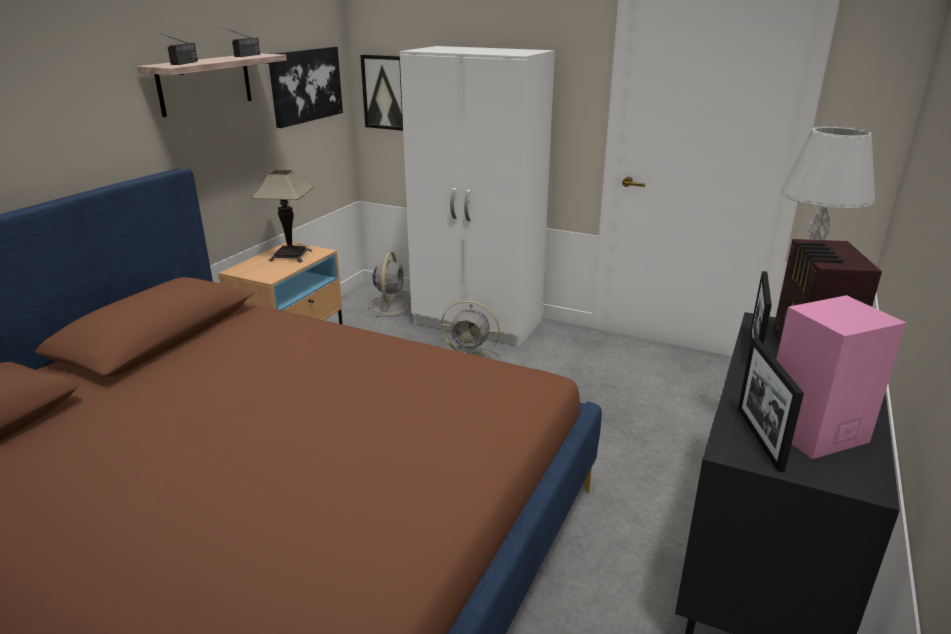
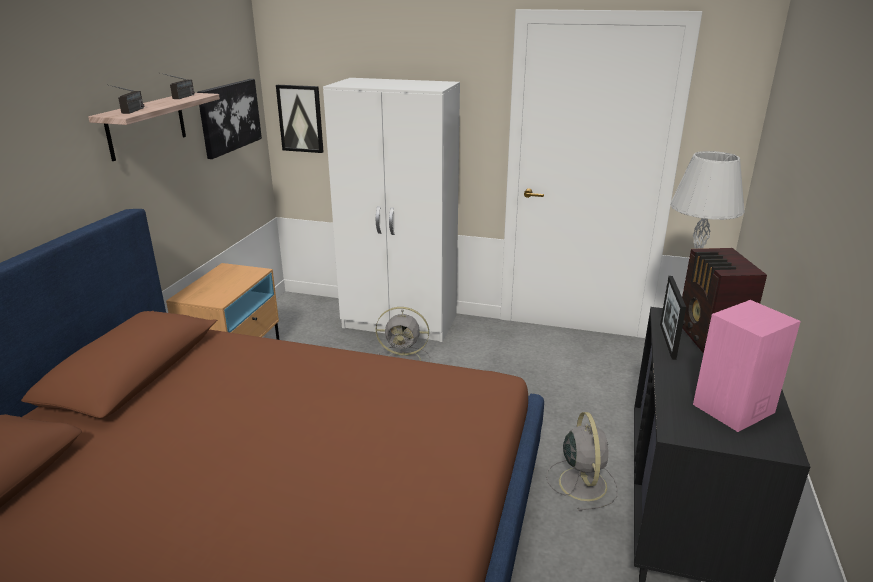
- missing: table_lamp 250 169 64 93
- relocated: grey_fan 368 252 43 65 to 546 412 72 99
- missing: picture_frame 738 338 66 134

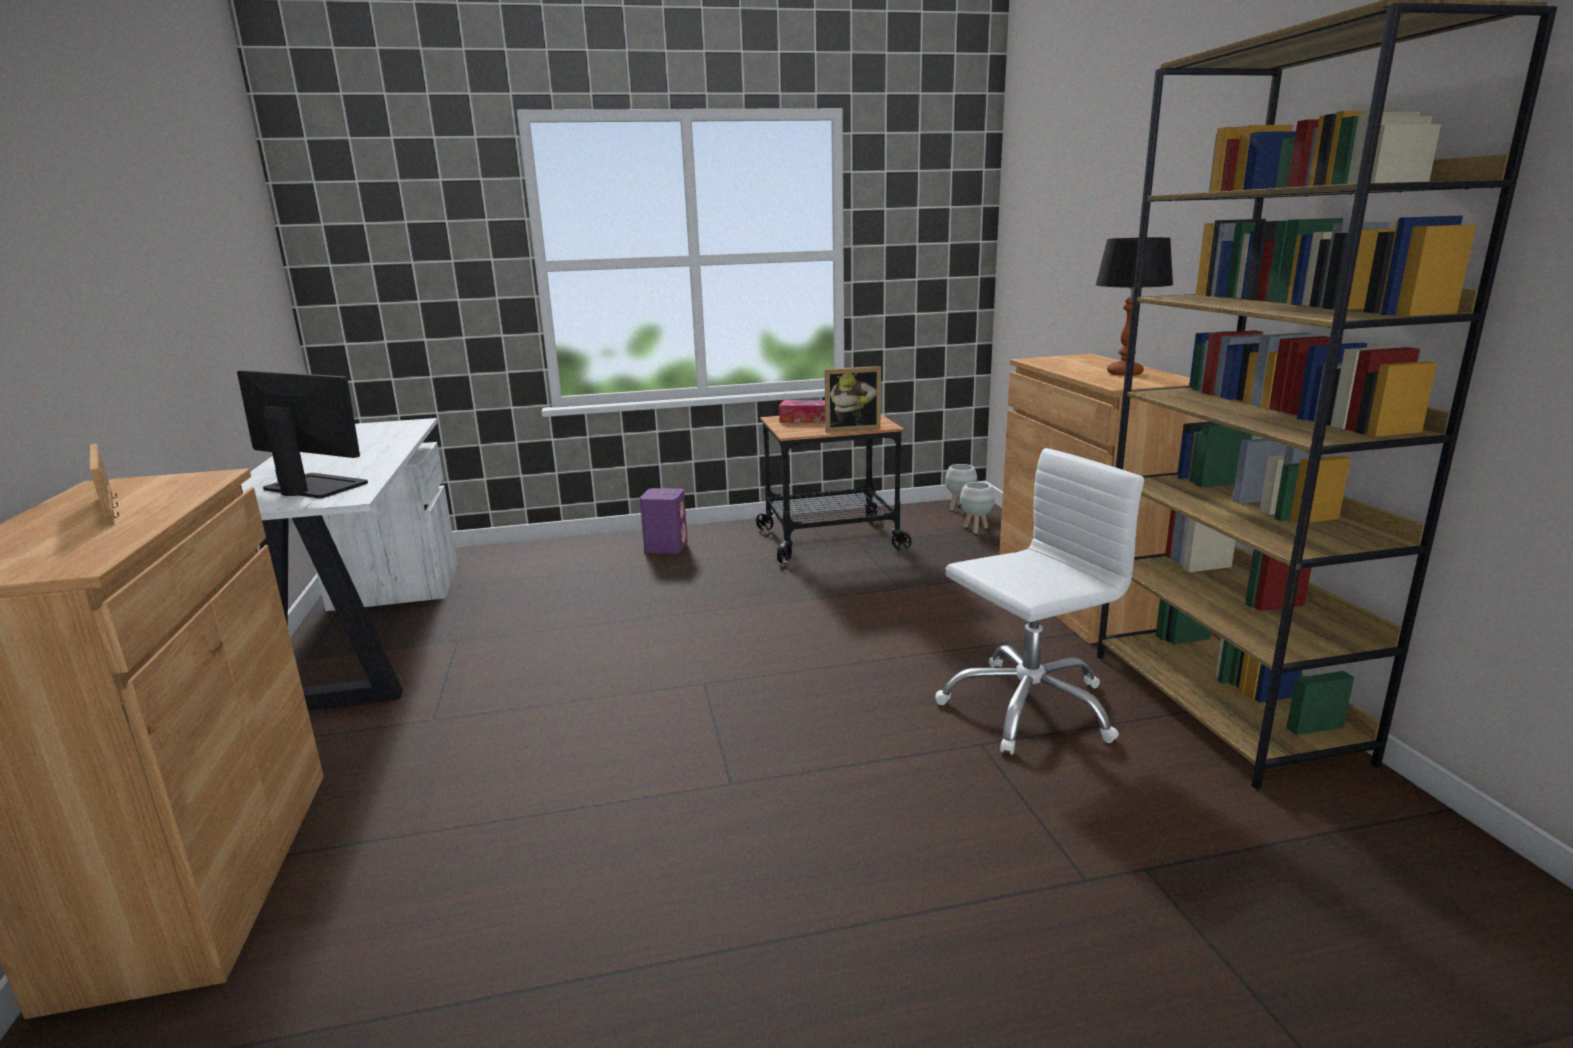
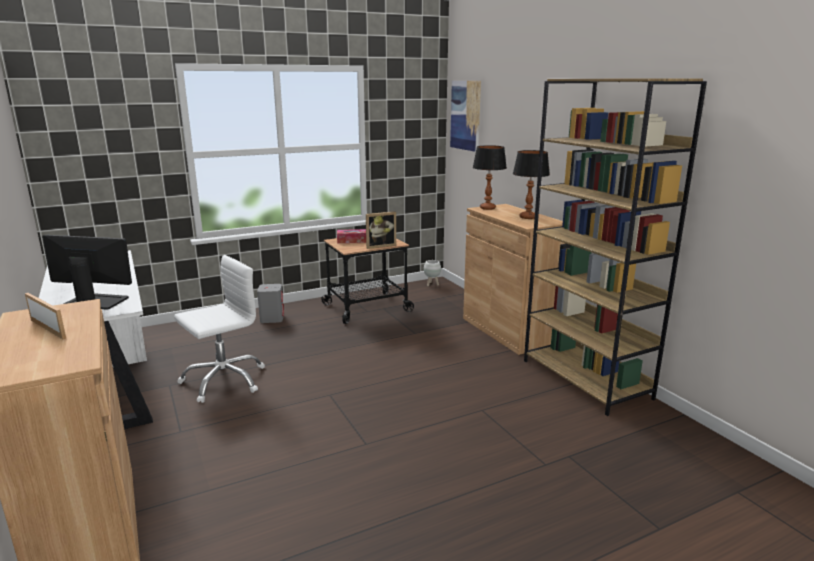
- colour: purple_speaker 640 488 48 66 to grey_speaker 257 284 27 39
- relocated: white_office_chair 936 448 208 307 to 174 255 91 148
- missing: white_planter 960 482 35 52
- appeared: picture 450 81 31 71
- appeared: table_lamp 473 145 34 65

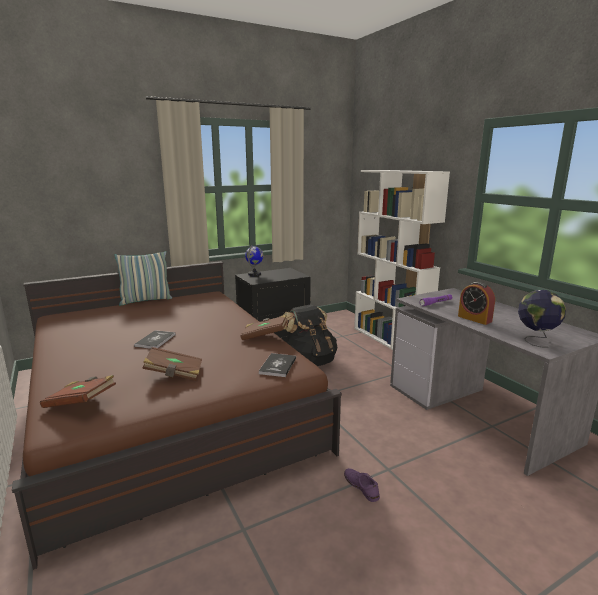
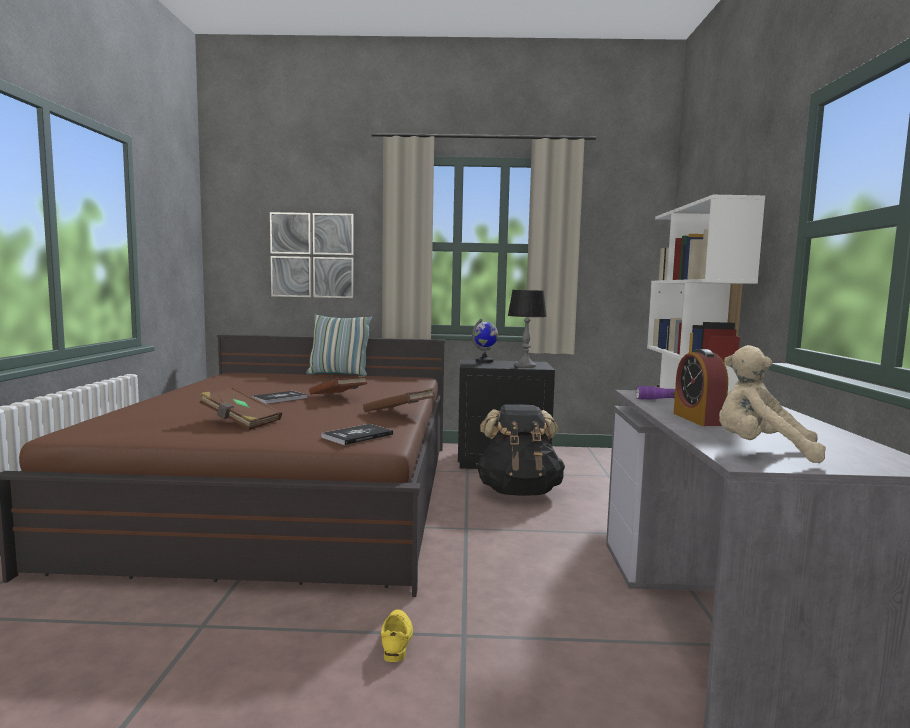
- relocated: brown_book 40 375 76 33 to 309 375 58 20
- colour: purple_shoe 344 468 36 34 to yellow_shoe 381 609 32 53
- exchanged: globe 518 290 48 58 to beige_plush_toy 719 345 107 118
- appeared: picture 270 212 84 86
- appeared: table_lamp 508 290 39 78

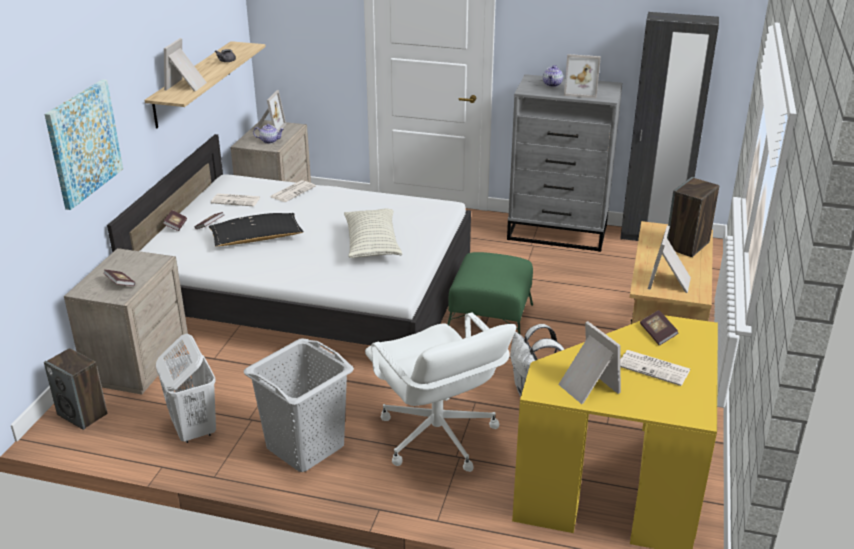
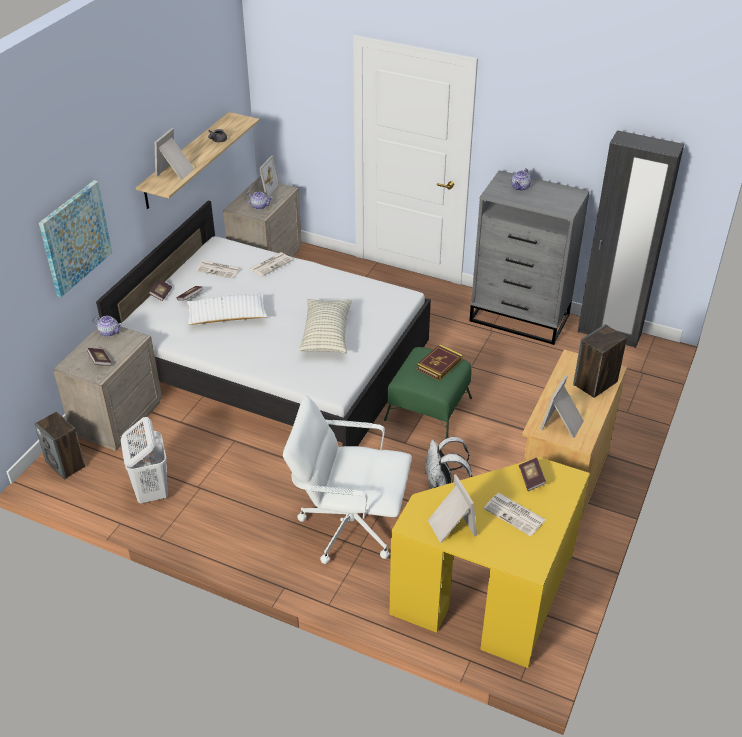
- colour: black_pillow 209 213 95 33 to white_pillow 187 294 80 31
- missing: grey_laundry_basket 244 338 110 134
- spun: white_office_chair 365 312 151 160 = 283 396 129 168 120 degrees clockwise
- missing: picture_frame 564 54 37 44
- appeared: teapot 92 316 30 21
- appeared: book 417 344 46 37

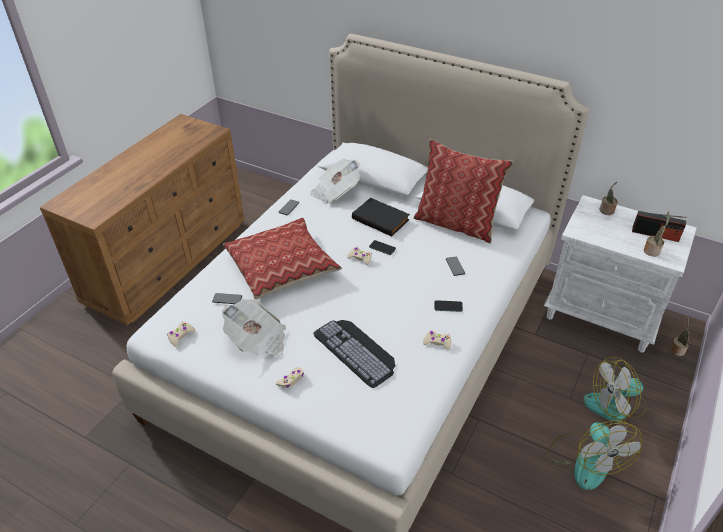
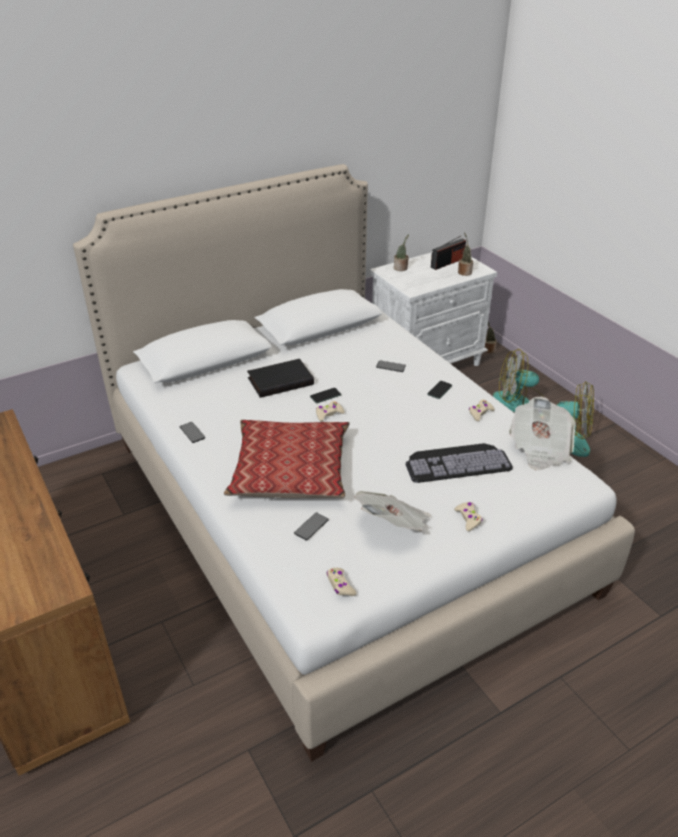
- relocated: newspaper 310 159 50 44 to 509 397 67 74
- missing: pillow 413 139 101 105
- spun: fan 583 357 64 65 = 493 349 51 63 75 degrees clockwise

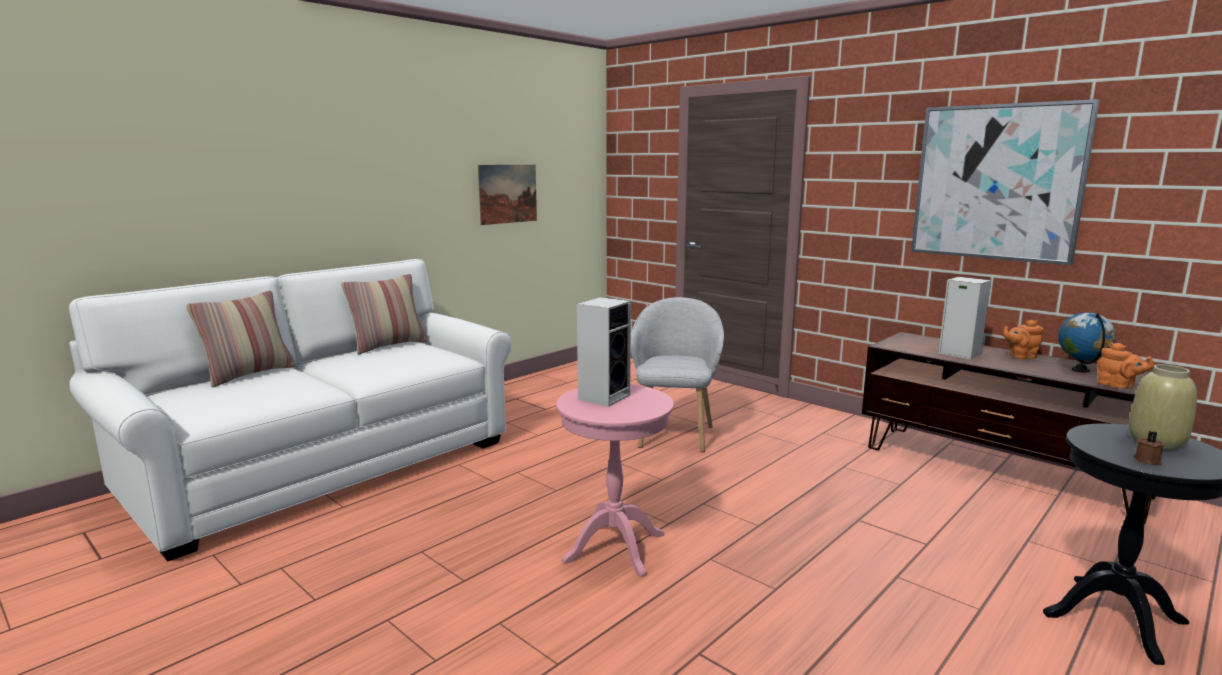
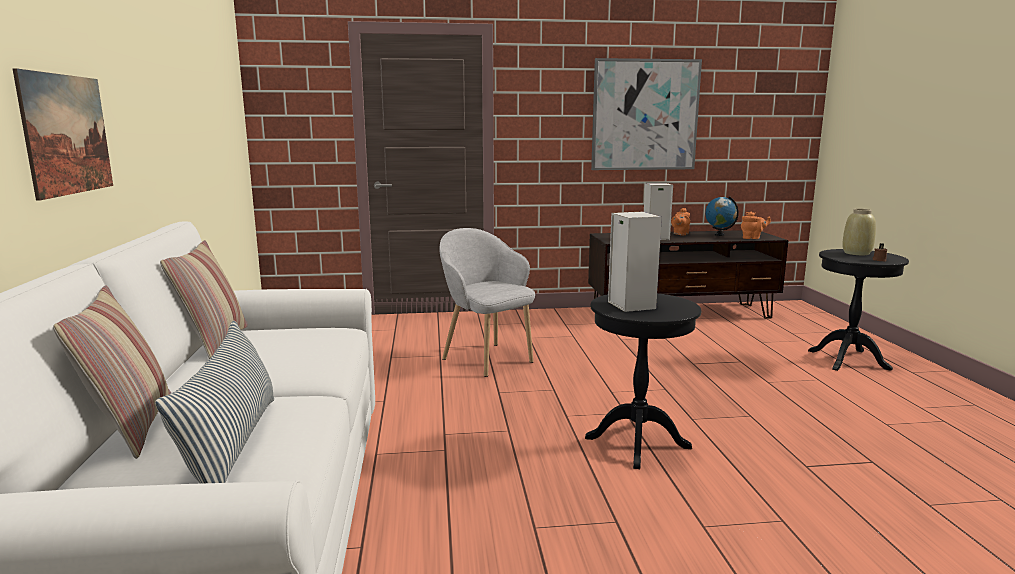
- relocated: picture 478 165 59 60 to 12 68 101 133
- colour: pink_side_table 556 384 118 193 to black_side_table 585 293 116 176
- appeared: pillow 155 321 119 163

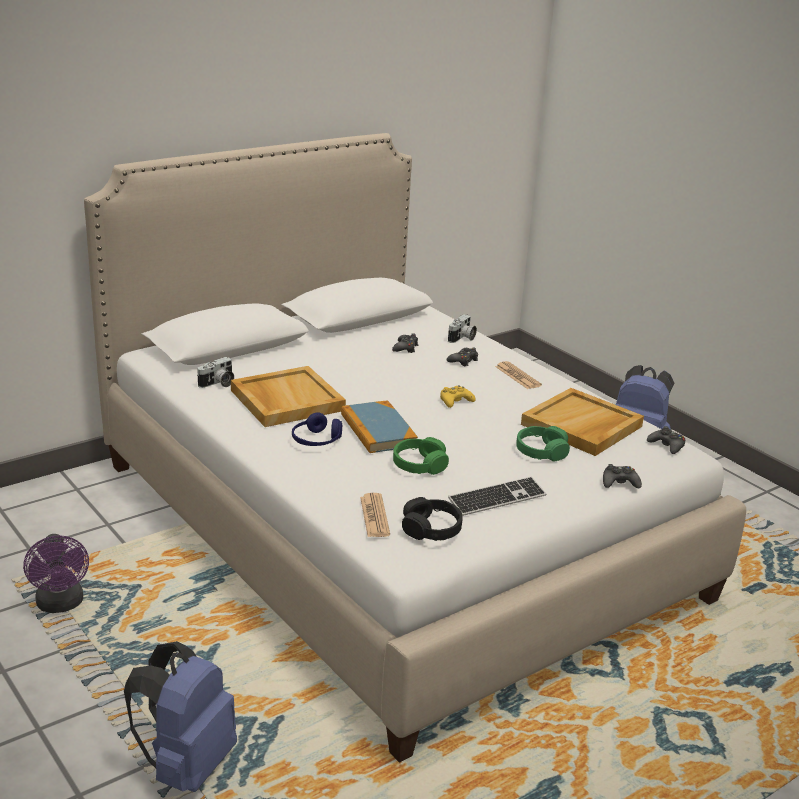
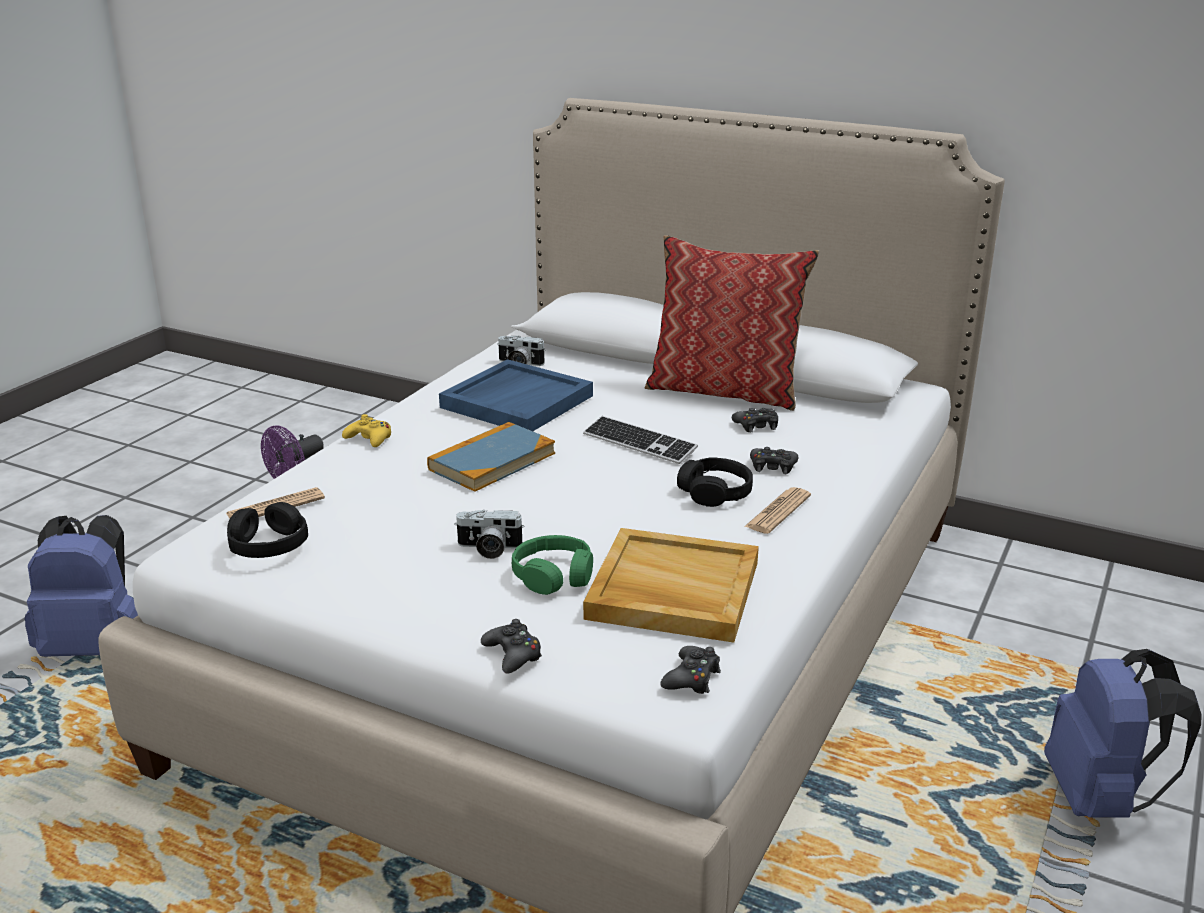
- colour: beige_tray 231 366 115 61 to blue_tray 439 359 154 72
- missing: blue_headphones 292 412 50 34
- missing: green_headphones 393 437 56 38
- relocated: yellow_game_controller 440 385 36 23 to 342 414 49 33
- relocated: photo_camera 448 314 29 29 to 454 510 70 49
- relocated: keyboard 448 477 98 39 to 583 416 115 48
- appeared: pillow 644 235 176 176
- appeared: black_headphones 677 457 76 50

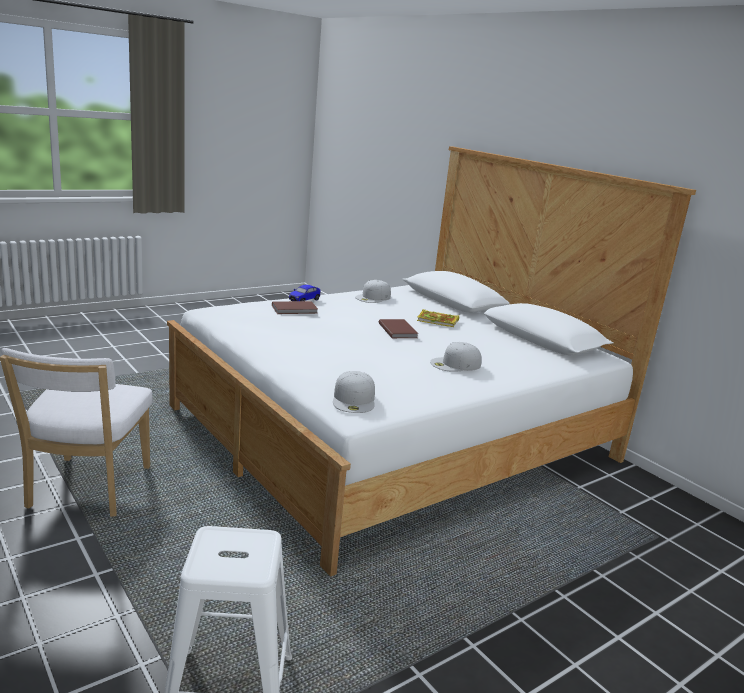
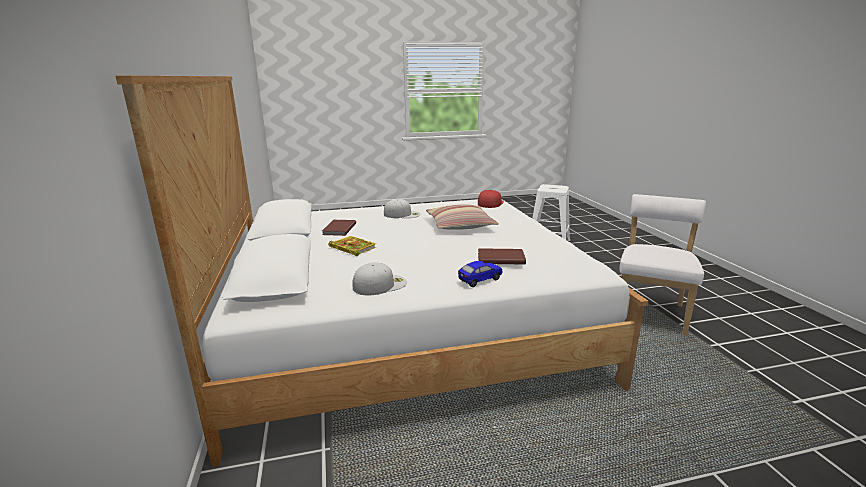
- colour: white_cap 333 371 42 42 to red_cap 478 190 26 18
- relocated: brown_book 379 319 39 19 to 322 220 34 16
- appeared: pillow 426 204 73 25

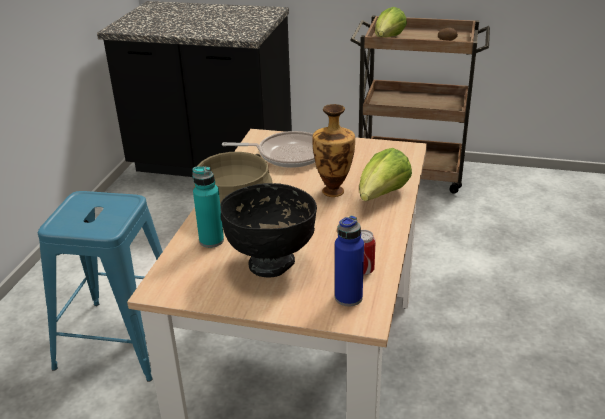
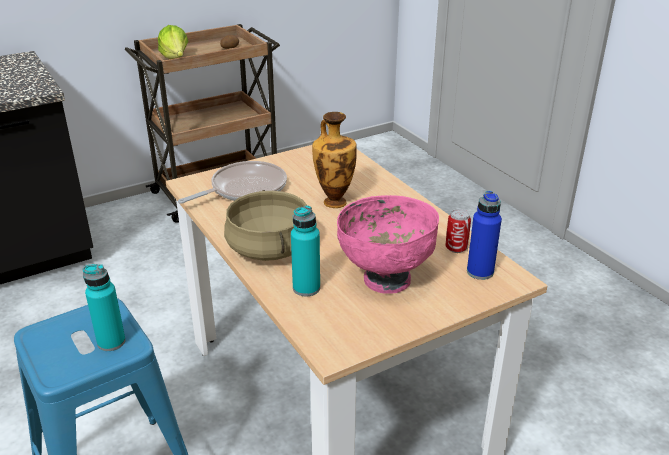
- colour: black_bowl 220 183 97 95 to pink_bowl 337 195 102 99
- missing: lettuce 359 148 53 53
- appeared: turquoise_bottle 83 264 43 87

